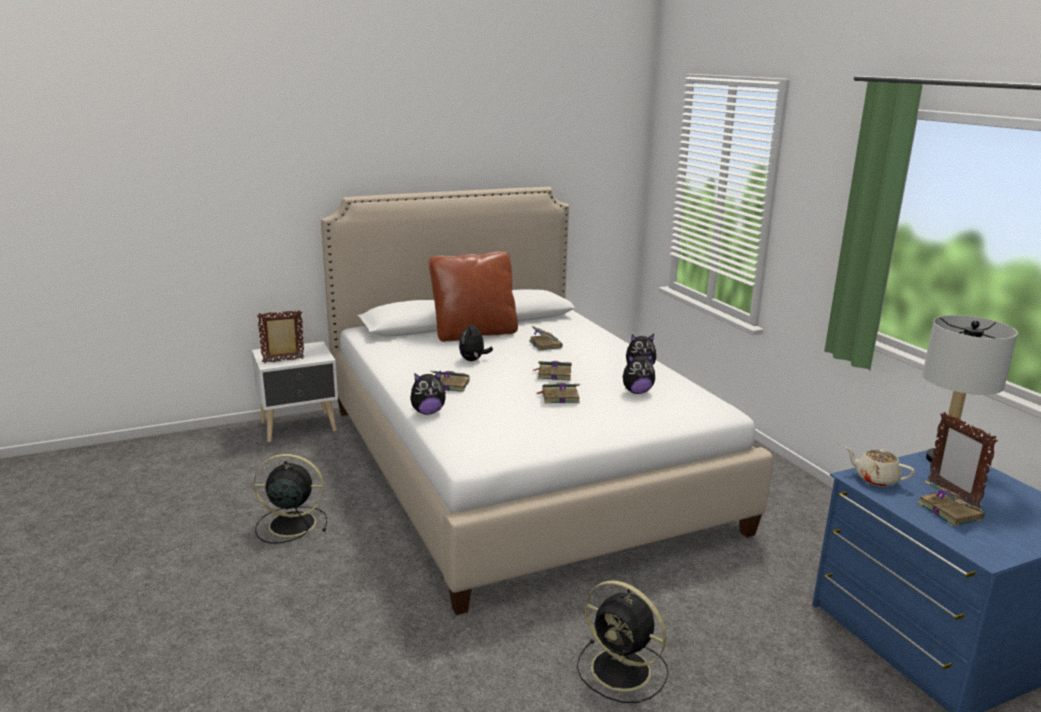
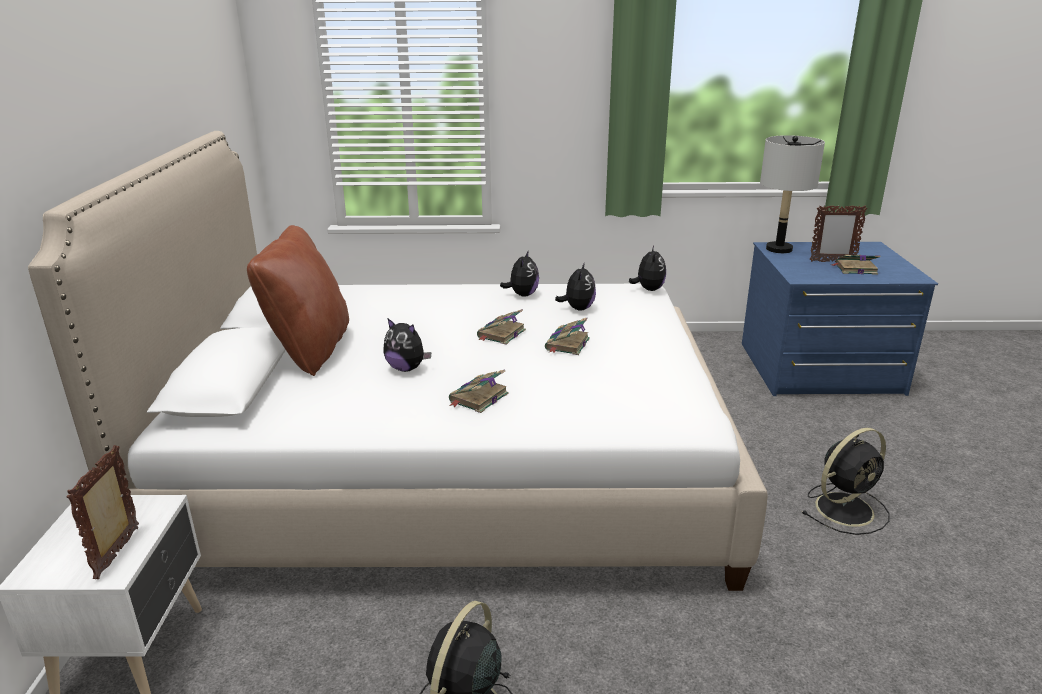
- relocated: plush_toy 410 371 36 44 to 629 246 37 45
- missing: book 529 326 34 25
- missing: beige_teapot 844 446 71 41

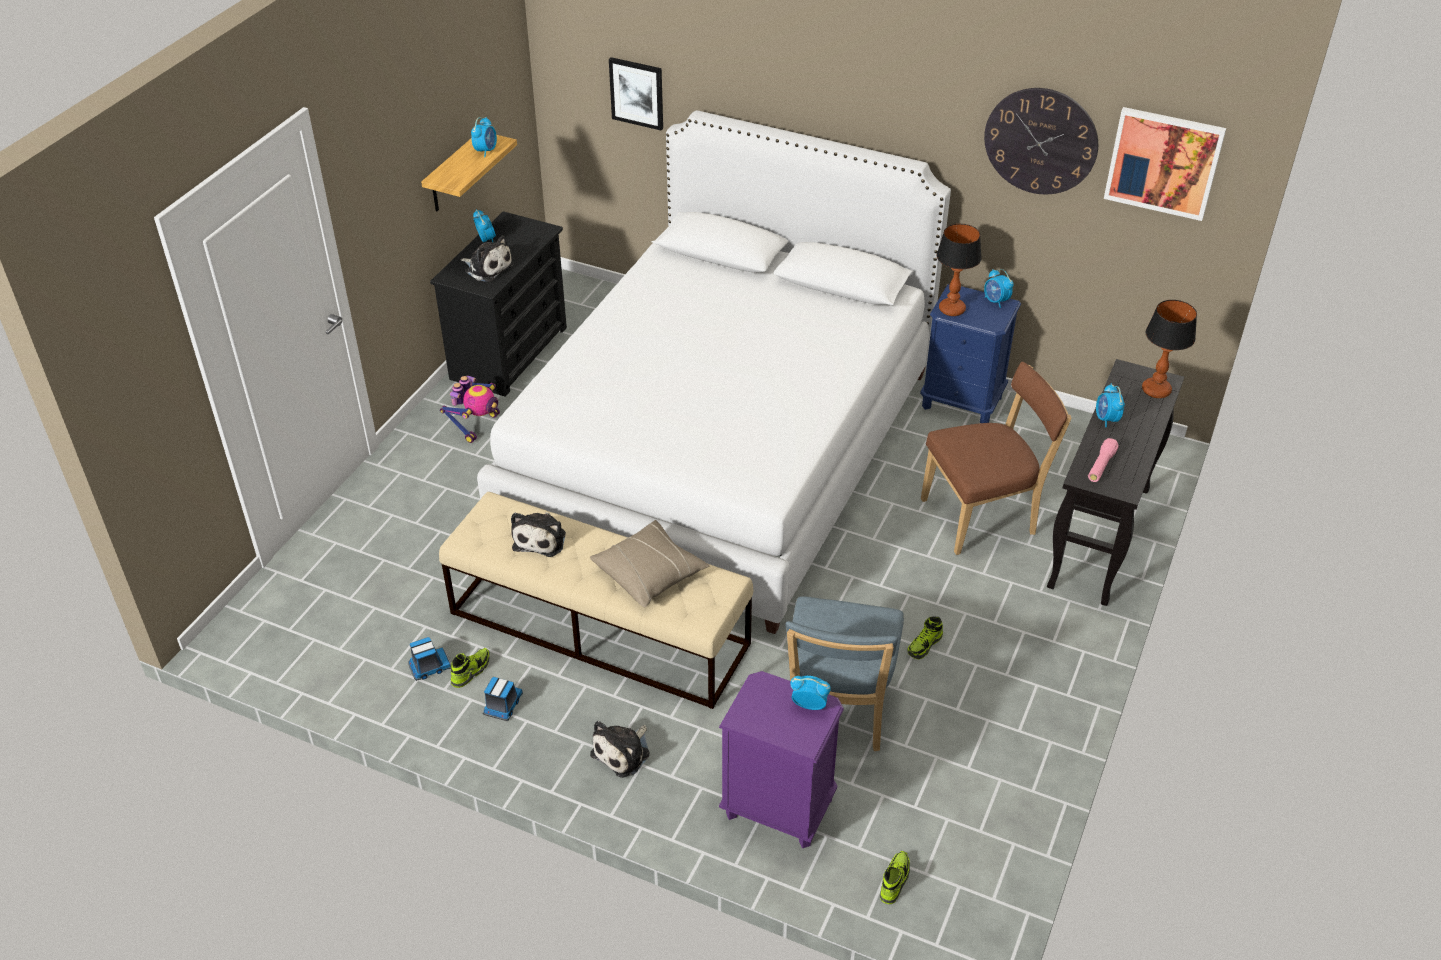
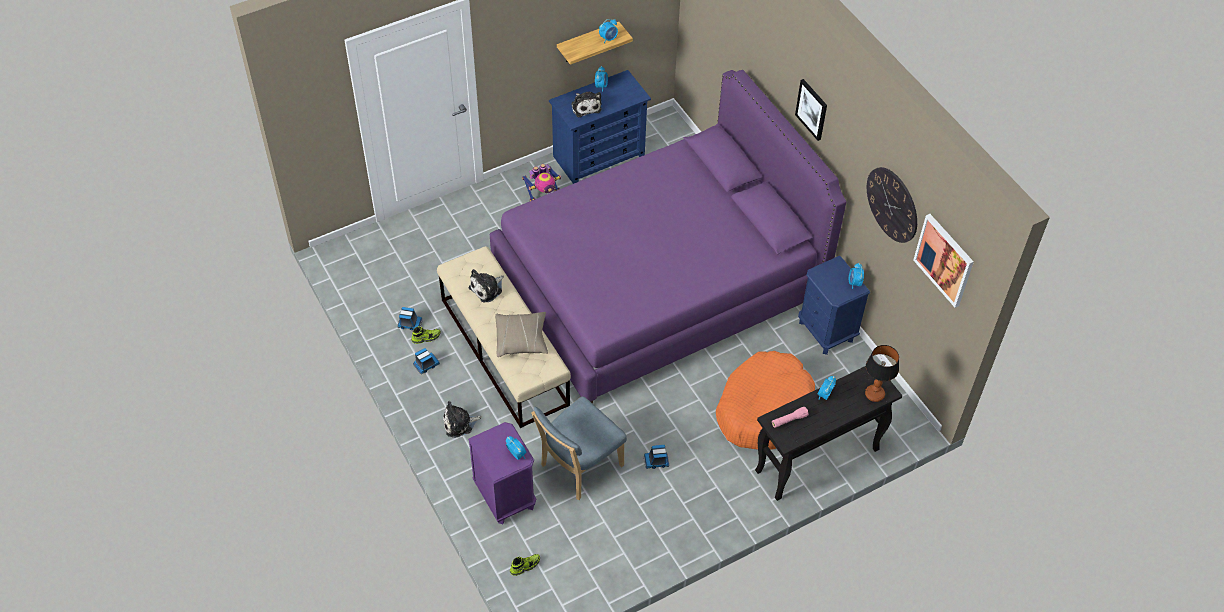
- colour: black_dresser 430 211 137 186 to blue_dresser 549 70 102 114
- colour: white_bed 477 110 474 524 to purple_bed 490 70 356 334
- relocated: picture 609 57 54 73 to 795 79 32 62
- exchanged: shoe 908 616 35 43 to toy_truck 644 445 25 24
- exchanged: brown_chair 921 362 150 193 to orange_dog_bed 716 351 99 99
- missing: table_lamp 936 224 46 92

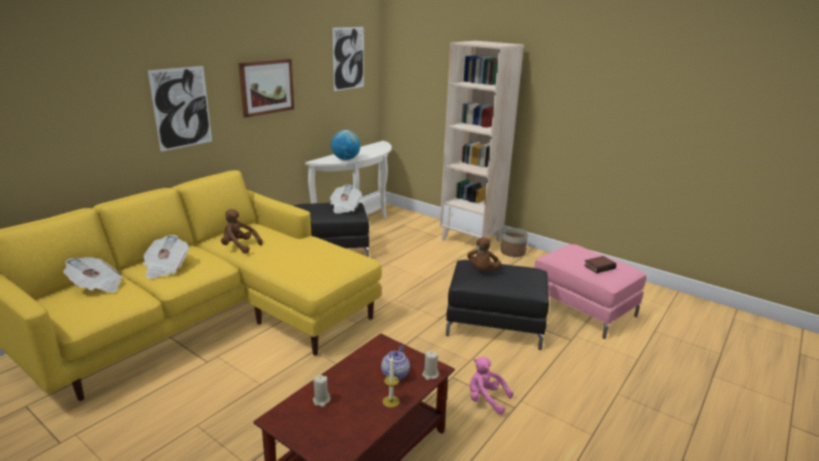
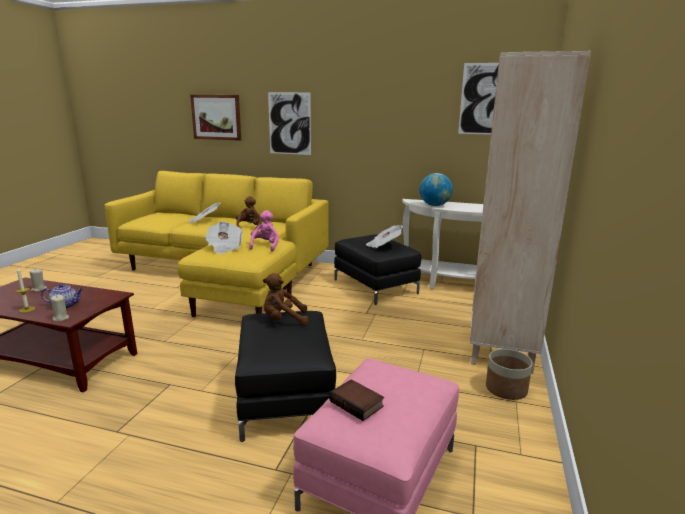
- relocated: newspaper 63 257 60 36 to 205 222 38 32
- relocated: picture 238 59 56 59 to 190 95 51 46
- relocated: pink_plush_toy 470 357 43 58 to 249 210 30 42

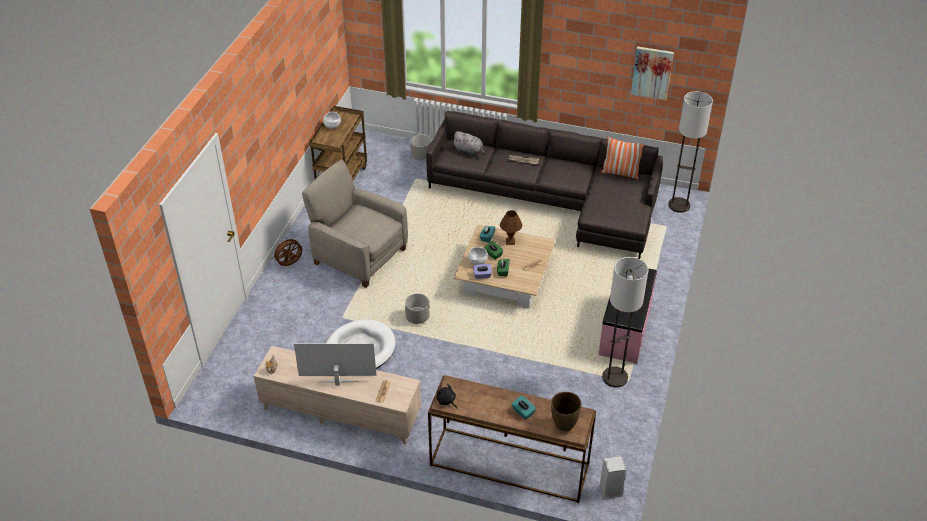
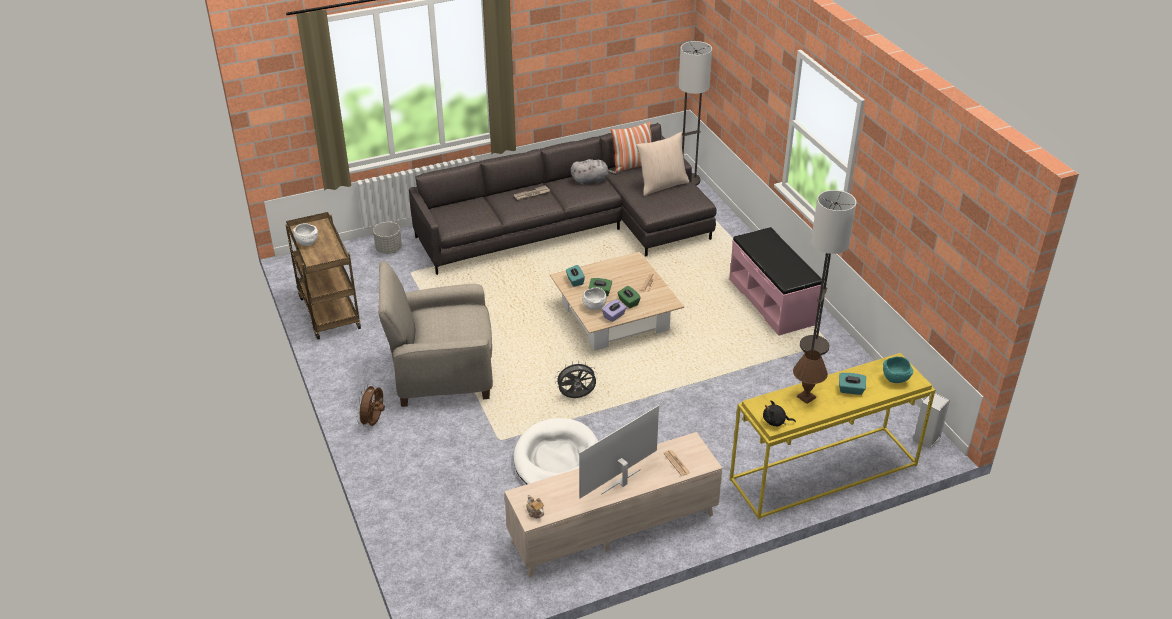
- exchanged: grey_planter 405 293 24 31 to grey_fan 555 361 42 37
- colour: brown_console_table 428 375 168 128 to yellow_console_table 730 353 205 167
- relocated: grey_plush_toy 452 131 33 25 to 571 159 46 26
- relocated: brown_table_lamp 500 210 22 35 to 793 350 35 54
- exchanged: brown_vase 551 392 30 39 to turquoise_bowl 883 357 30 26
- missing: picture 631 46 43 54
- appeared: beige_pillow 636 132 53 64

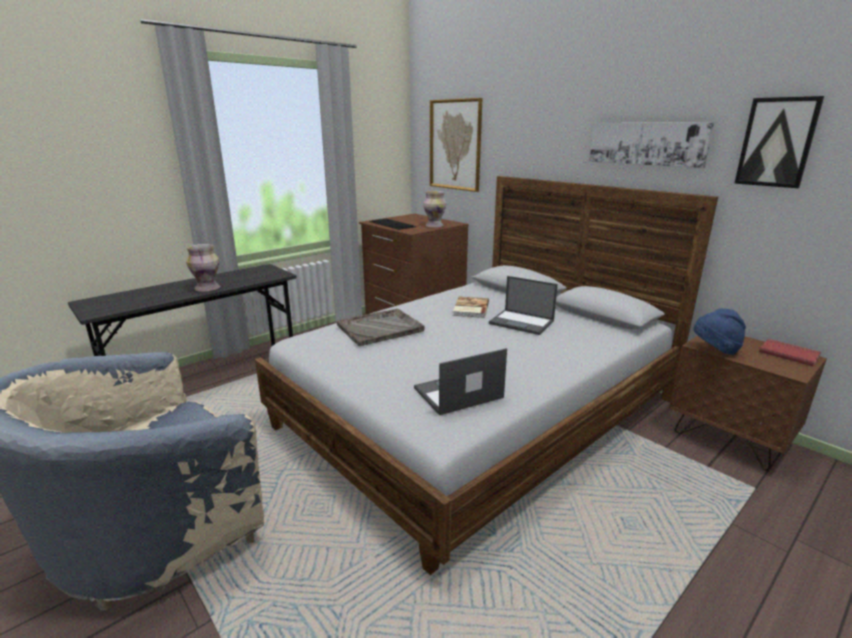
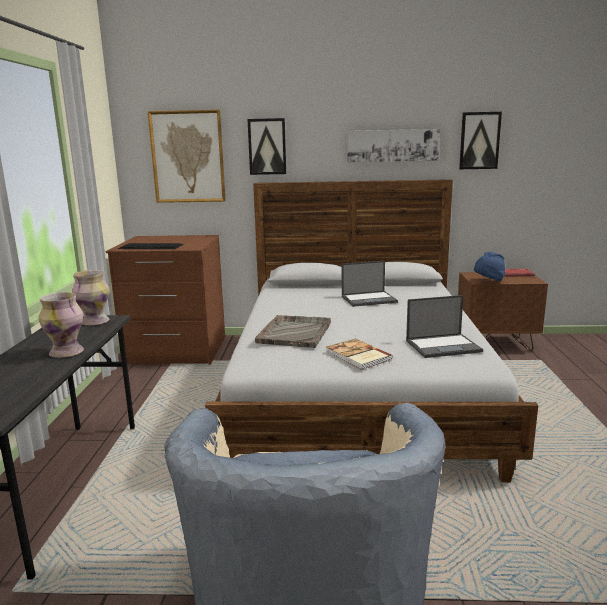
- spun: laptop 414 348 93 67 = 406 295 77 63 120 degrees counterclockwise
- relocated: vase 423 191 23 37 to 72 270 37 56
- relocated: book 453 297 36 21 to 326 339 67 31
- appeared: picture 247 118 39 57

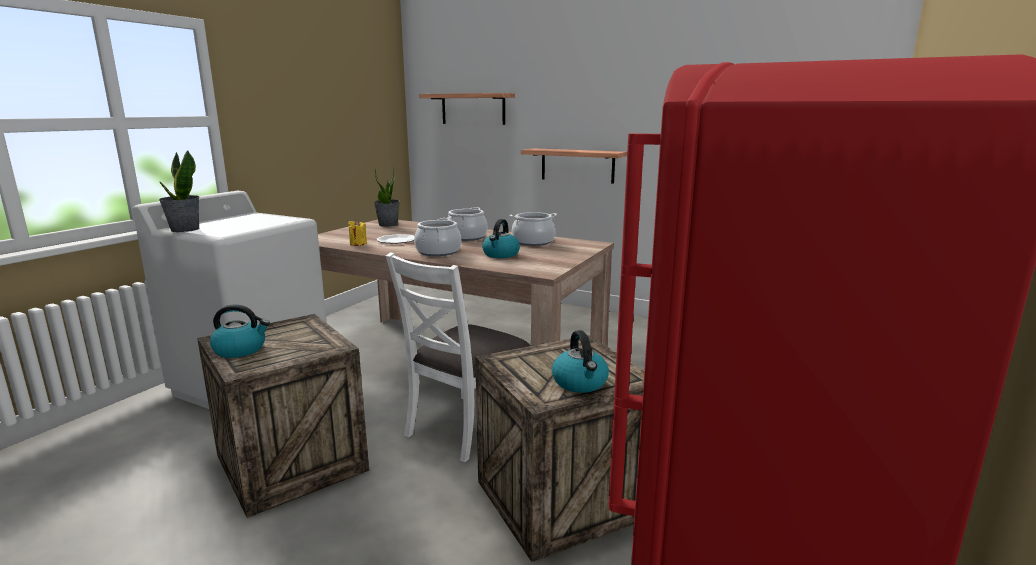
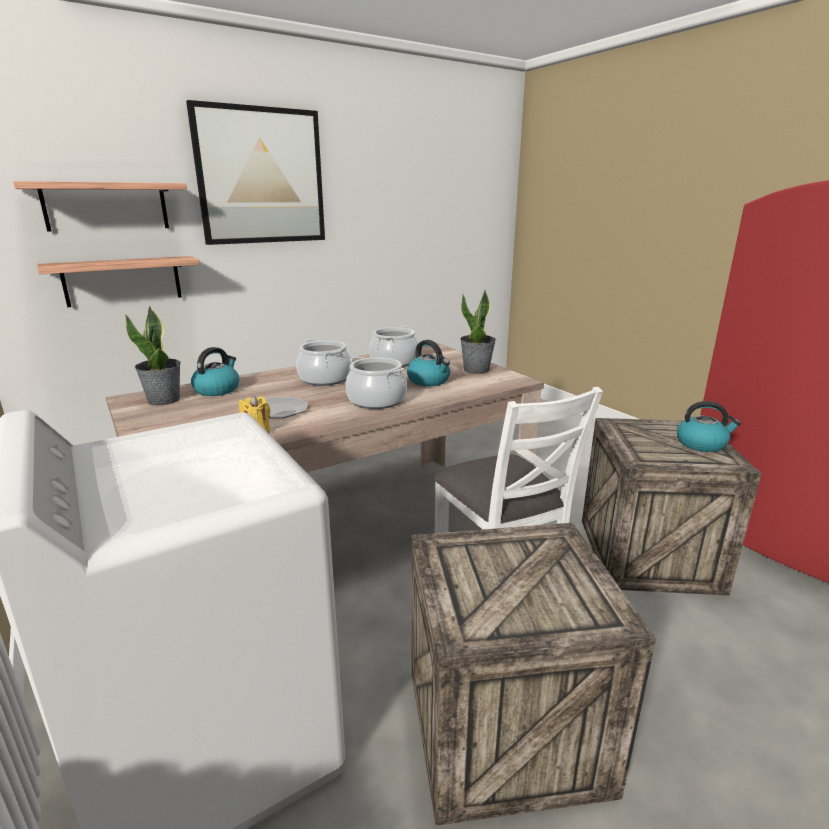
- relocated: potted_plant 159 151 41 81 to 460 290 36 84
- relocated: kettle 210 304 60 54 to 191 347 49 49
- relocated: shelf 521 148 106 36 to 37 256 163 51
- appeared: picture 186 100 139 145

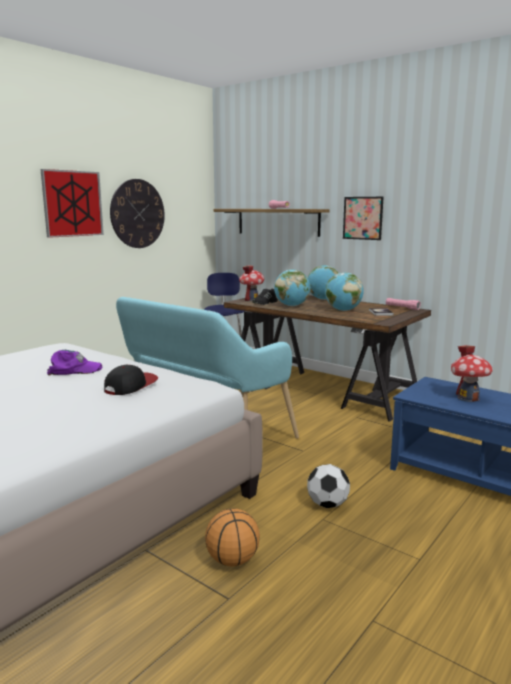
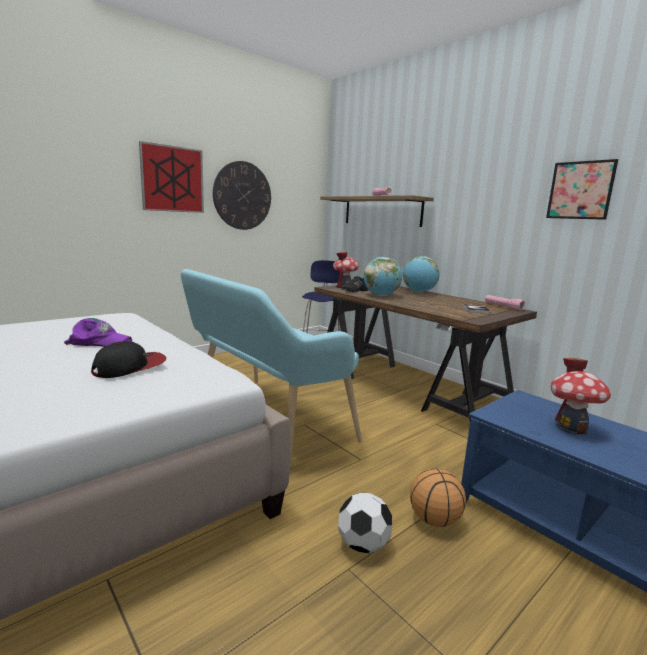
- relocated: basketball 205 508 55 59 to 410 468 56 59
- missing: globe 325 272 39 39
- relocated: picture 343 197 41 43 to 546 159 72 61

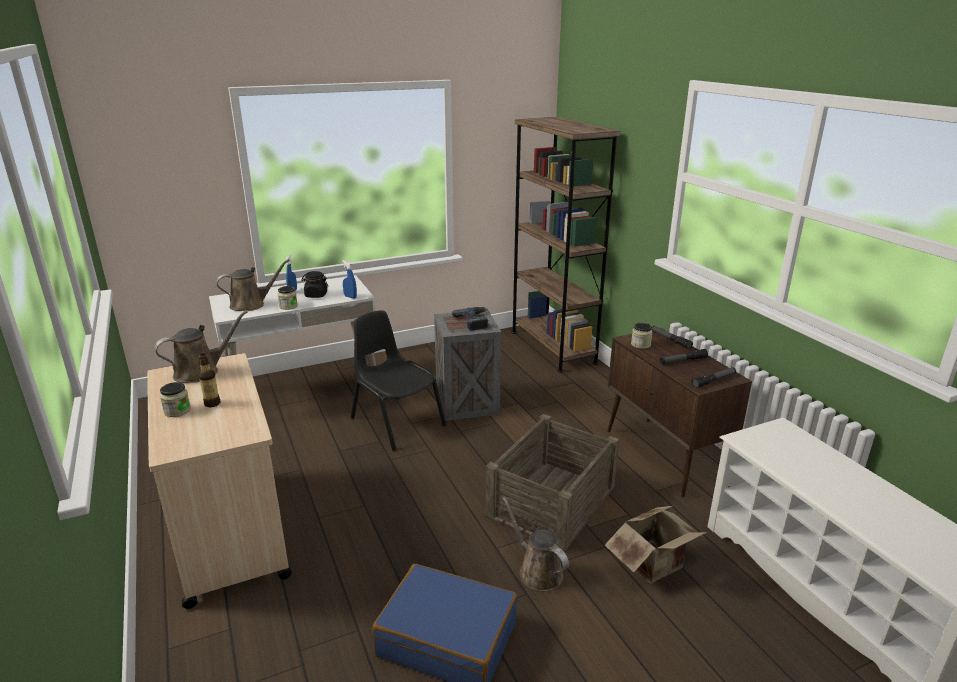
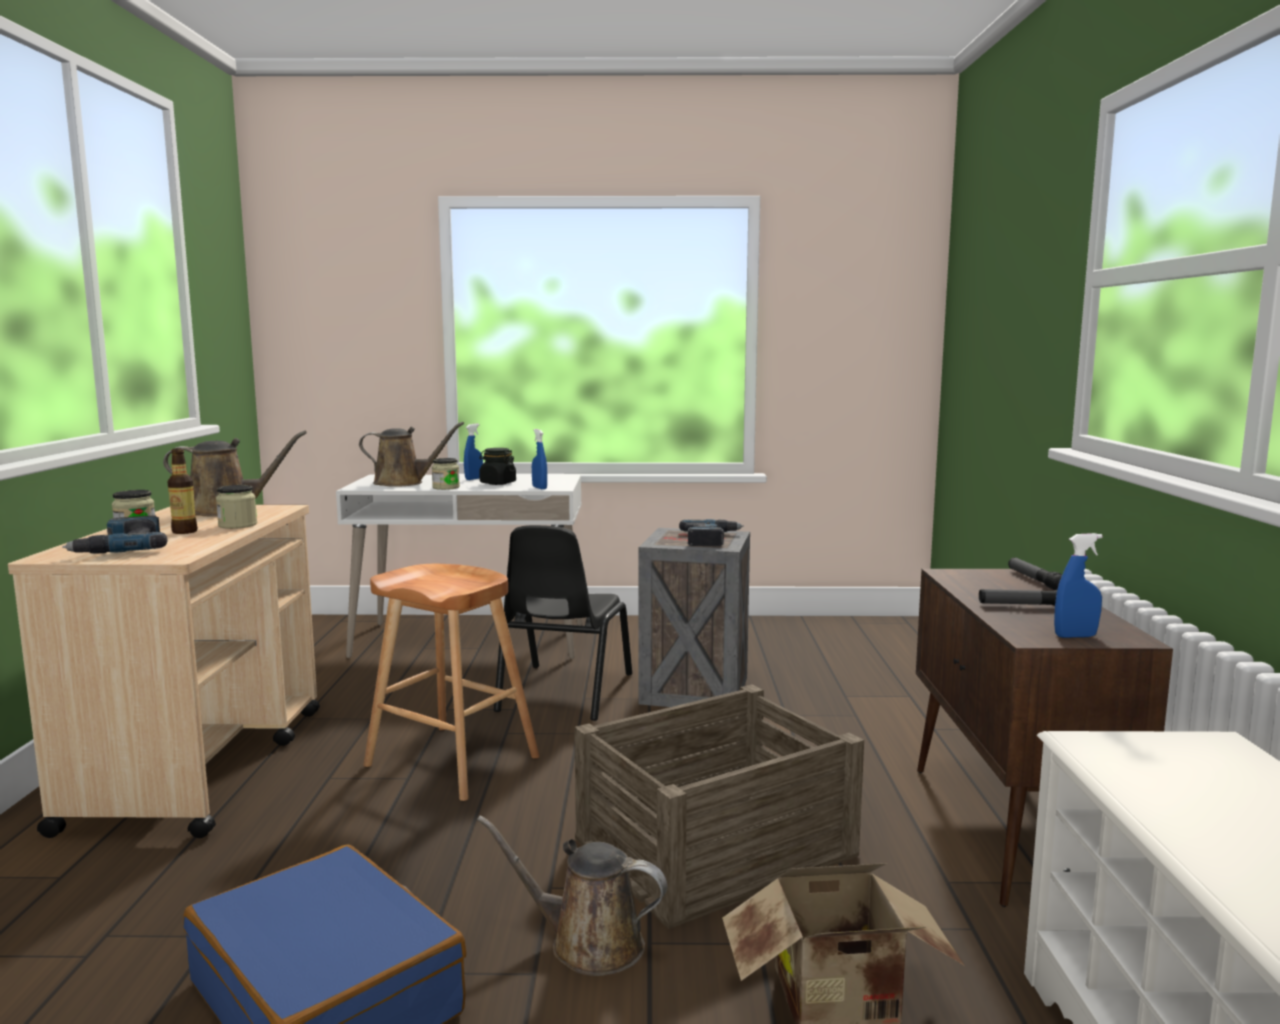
- spun: black_chair 351 310 96 141 = 494 525 138 196 150 degrees counterclockwise
- spun: brown_watering_can 502 497 67 94 = 477 815 190 161 60 degrees counterclockwise
- missing: brown_bookcase 511 117 110 256
- relocated: jar 631 323 22 26 to 216 485 41 44
- exchanged: flashlight 691 368 45 20 to blue_spray_bottle 1054 533 48 105
- appeared: power_drill 62 516 106 38
- appeared: brown_stool 363 564 177 237

